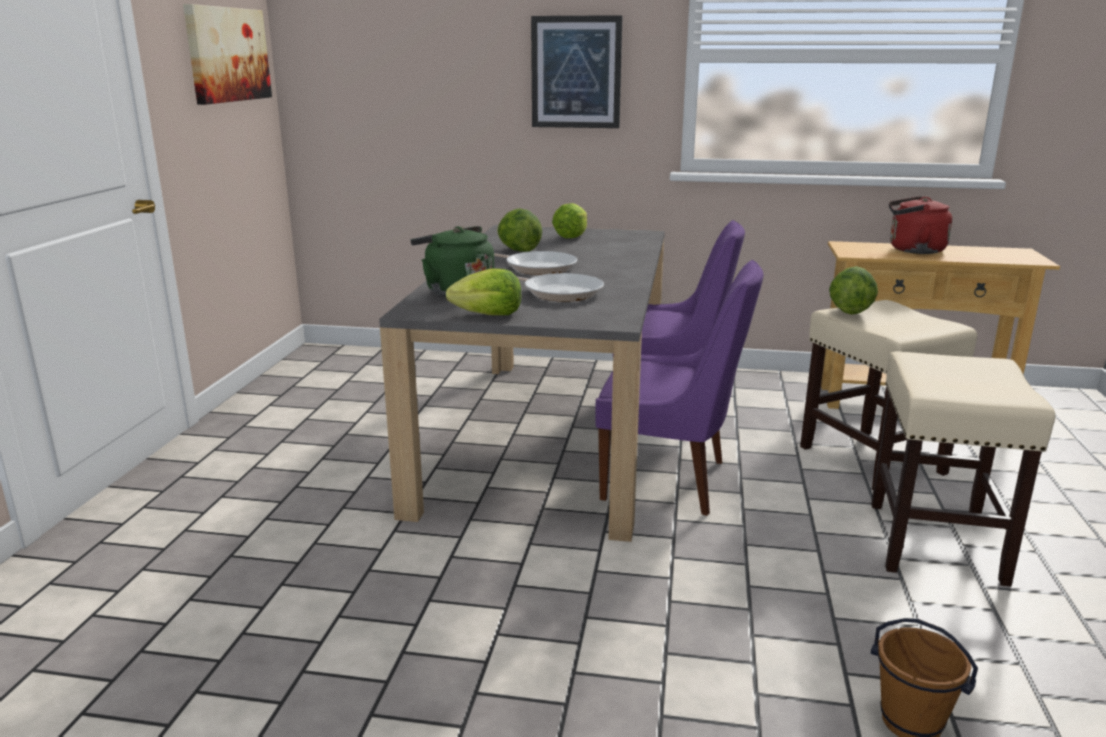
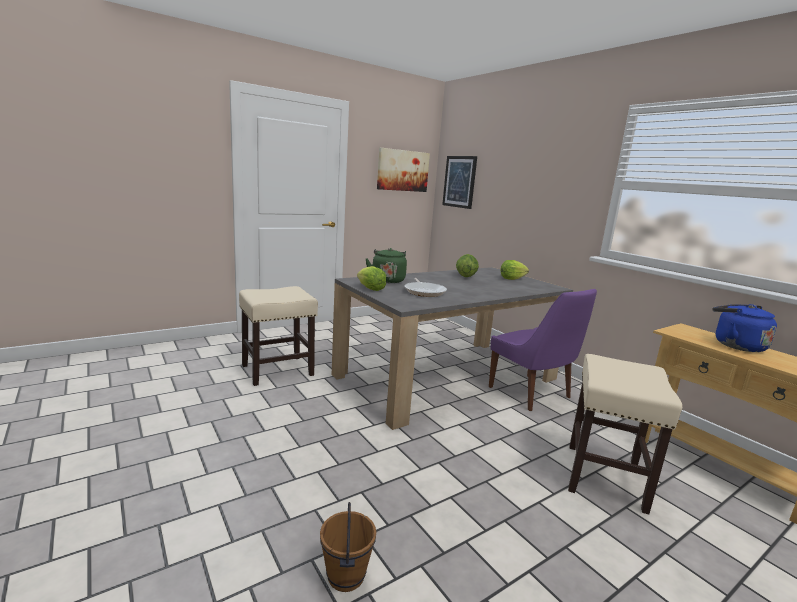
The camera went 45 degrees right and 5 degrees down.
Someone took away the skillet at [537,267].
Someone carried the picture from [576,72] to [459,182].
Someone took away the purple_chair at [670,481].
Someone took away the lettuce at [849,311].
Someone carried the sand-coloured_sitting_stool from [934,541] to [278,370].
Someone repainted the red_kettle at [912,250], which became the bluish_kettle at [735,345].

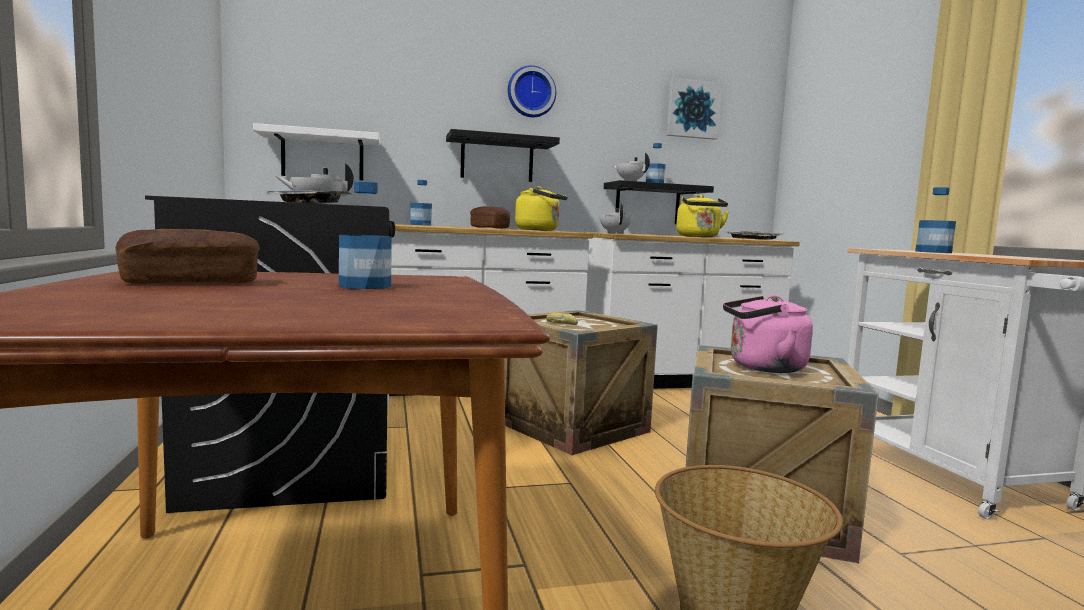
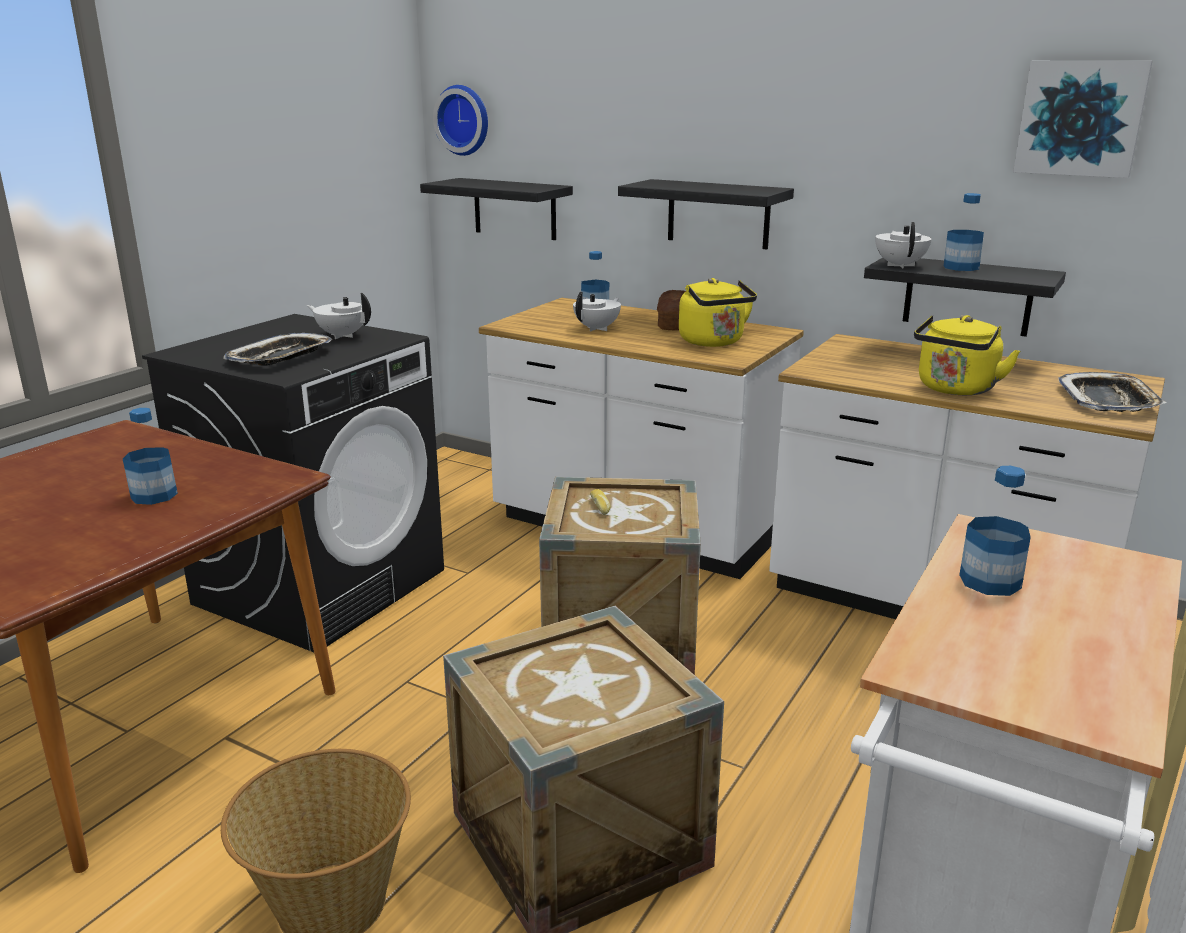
The camera went 45 degrees right and 15 degrees up.
Someone took away the bread at [192,282].
Someone repainted the white-coloured_bracket_shelf at [322,156], which became the black-coloured_bracket_shelf at [514,209].
Someone carried the clock_on_the_wall from [531,92] to [464,120].
Someone carried the white-coloured_teapot from [615,233] to [597,328].
Someone took away the pinkish_kettle at [762,367].

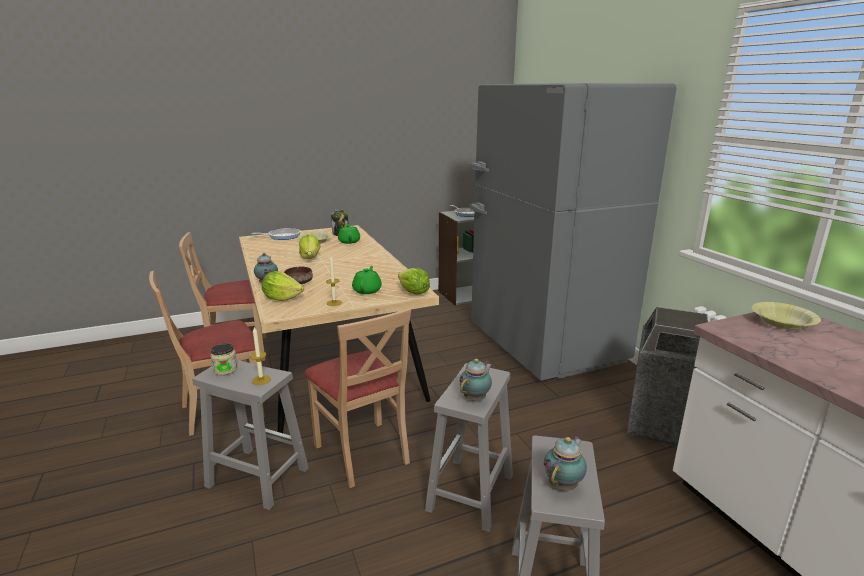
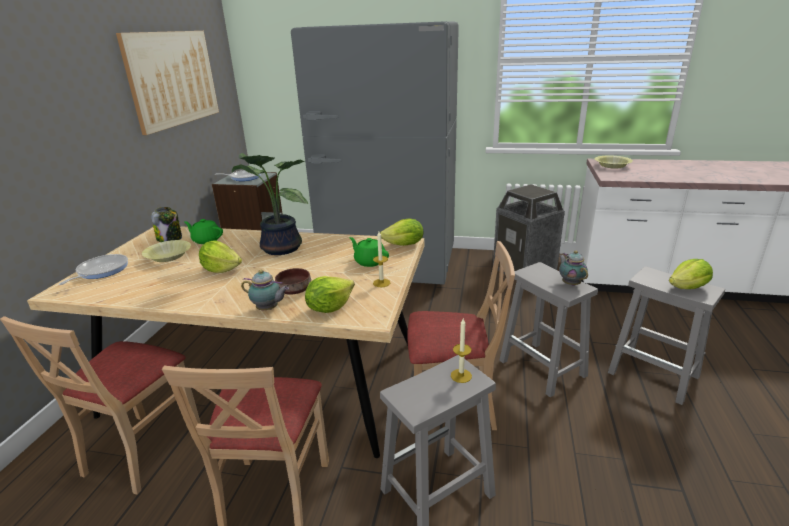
The camera went 55 degrees left and 5 degrees up.
Someone took away the storage_jar at [225,369].
Someone swapped the teapot at [564,484] for the lettuce at [688,288].
Someone put up the picture at [173,78].
Someone put down the houseplant at [278,249].

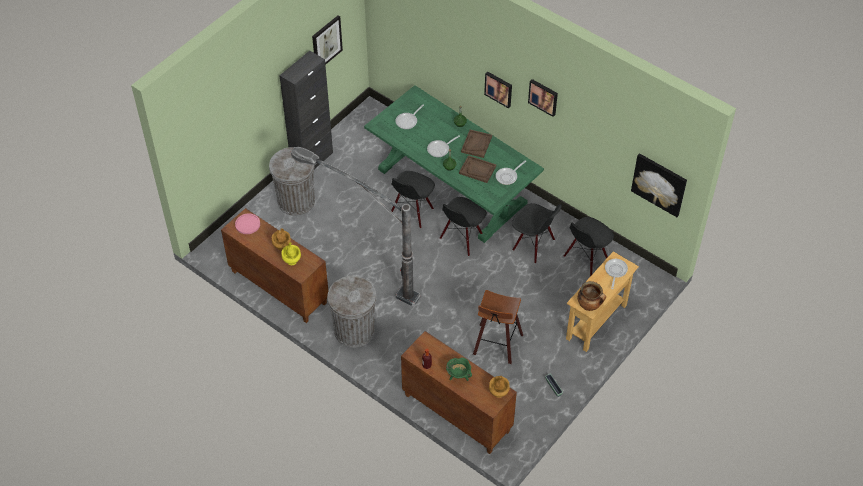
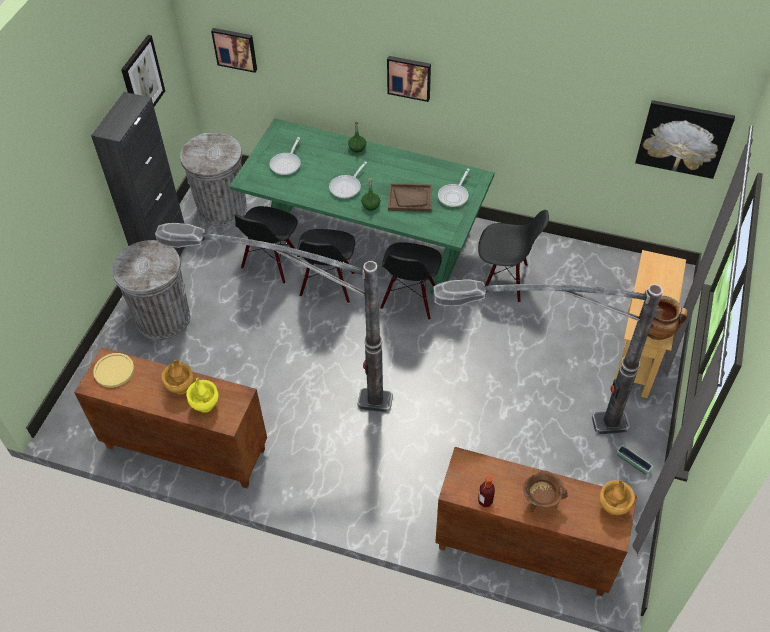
The camera went 20 degrees left and 0 degrees up.
Someone repainted the pinkish_flat_dish at [247,224], which became the yellow-coloured_flat_dish at [114,371].
Someone carried the greyish_trash_can from [354,331] to [222,209].
Someone repainted the green-coloured_cooking_pot at [458,376], which became the brown-coloured_cooking_pot at [540,501].
Someone took away the brown-coloured_serving_tray at [476,144].
Someone swapped the sitting_stool at [496,345] for the floor_lamp at [527,430].
Someone carried the picture from [543,96] to [235,49].
Someone carried the black-coloured_chair from [586,259] to [271,263].
Someone took away the skillet at [615,271].

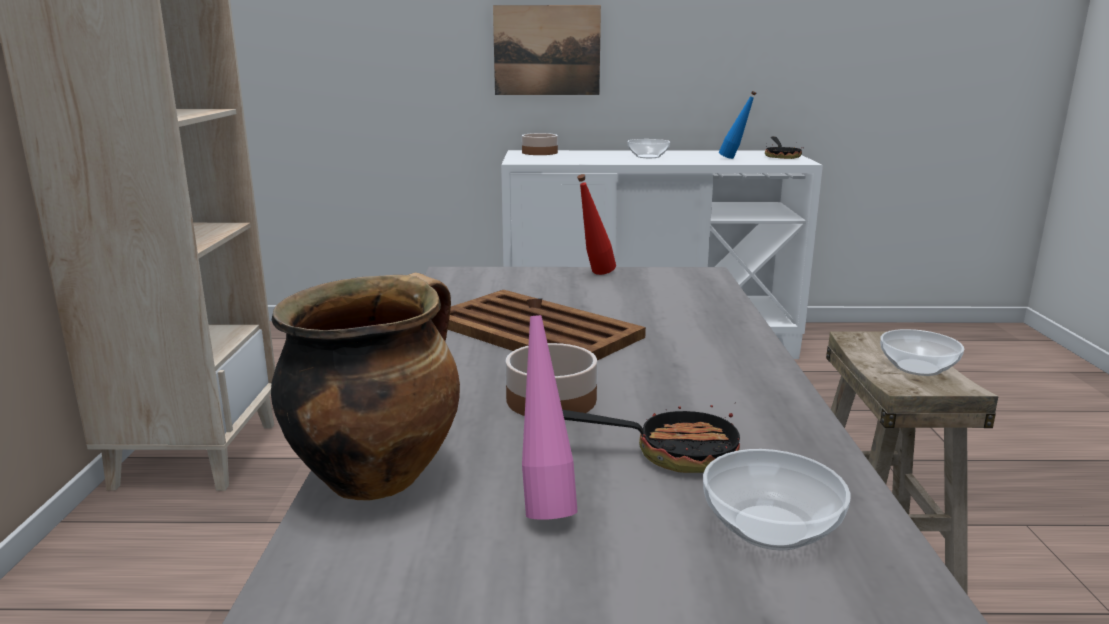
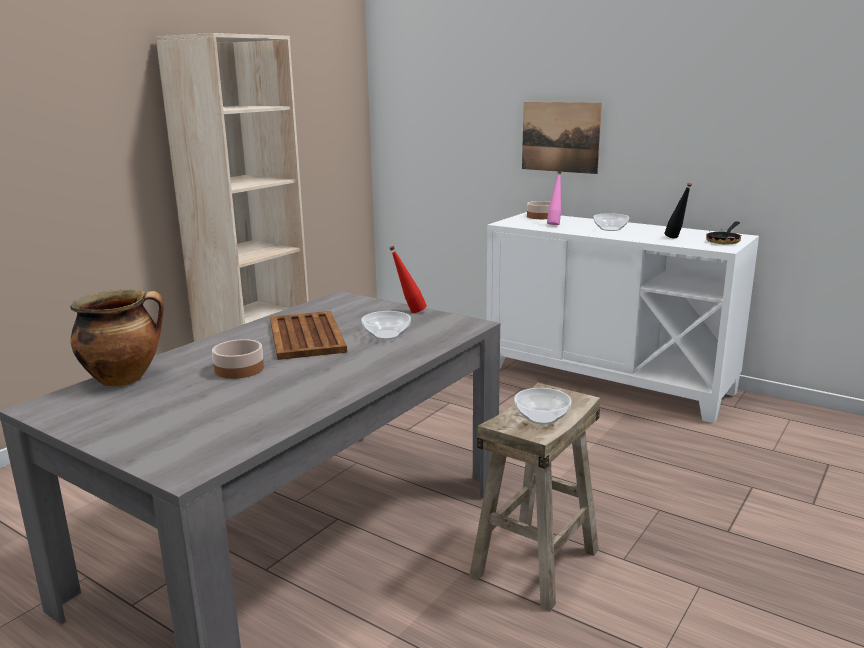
The camera went 35 degrees right and 0 degrees up.
Someone carried the pinkish_drink_bottle from [545,504] to [554,224].
Someone took away the skillet at [670,452].
Someone carried the deep_dish from [769,526] to [387,335].
Someone repainted the bluish_drink_bottle at [734,158], which became the black-coloured_drink_bottle at [676,238].

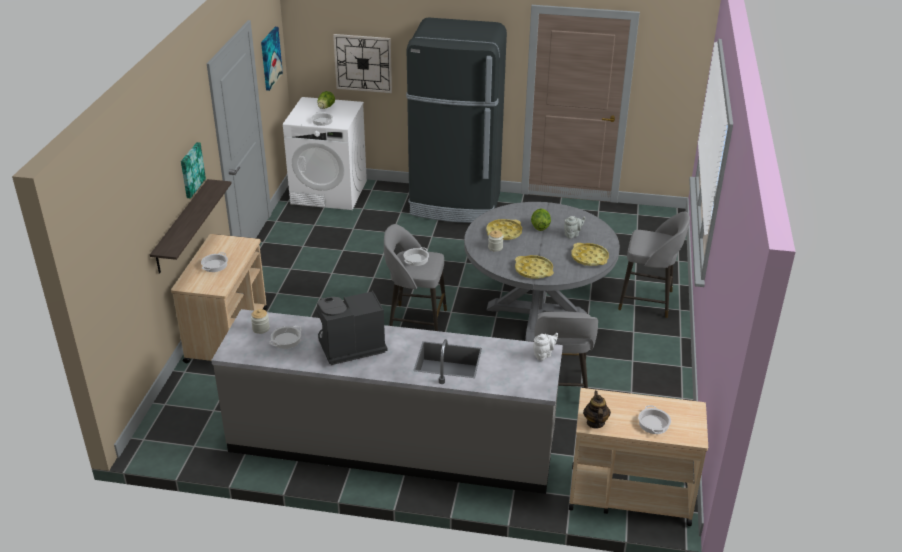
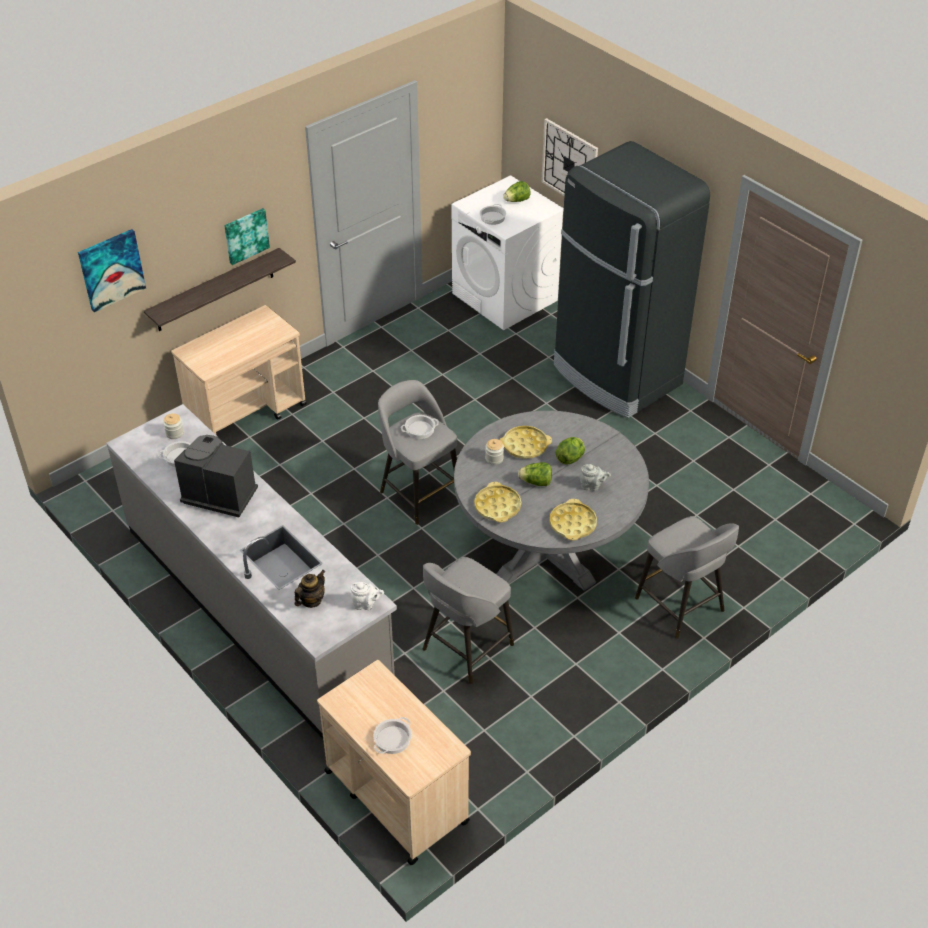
The camera went 40 degrees right and 10 degrees up.
Someone took away the cooking_pot at [214,265].
Someone carried the picture from [270,58] to [111,269].
Someone carried the teapot from [595,422] to [311,600].
Someone put down the lettuce at [536,482].

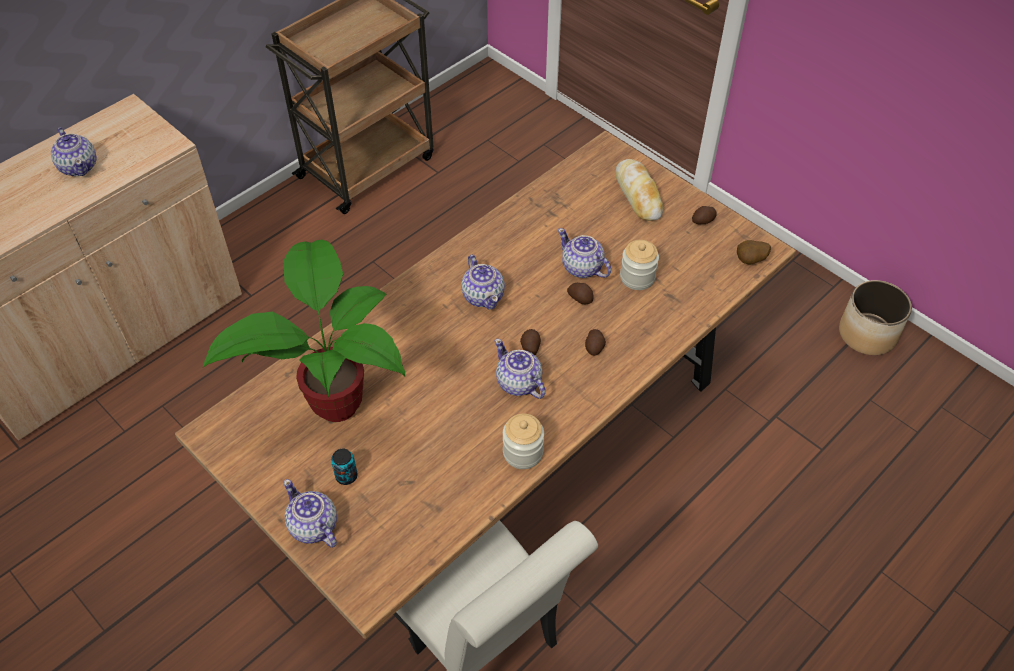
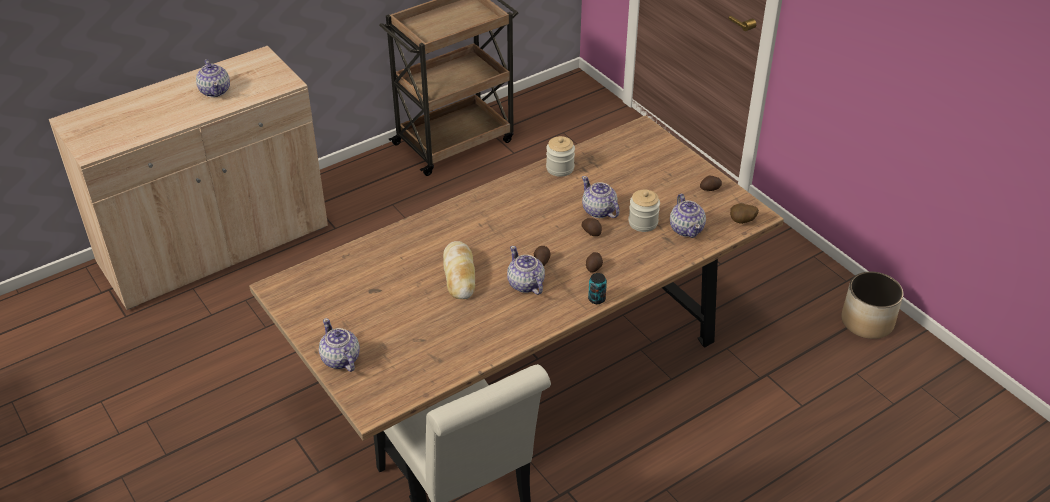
The camera went 10 degrees right and 10 degrees down.
Someone took away the houseplant at [335,399].
Someone carried the sealed_can from [346,476] to [596,299].
Someone carried the teapot from [483,296] to [686,229].
Someone carried the storage_jar from [523,452] to [560,168].
Someone carried the bread from [638,195] to [459,275].

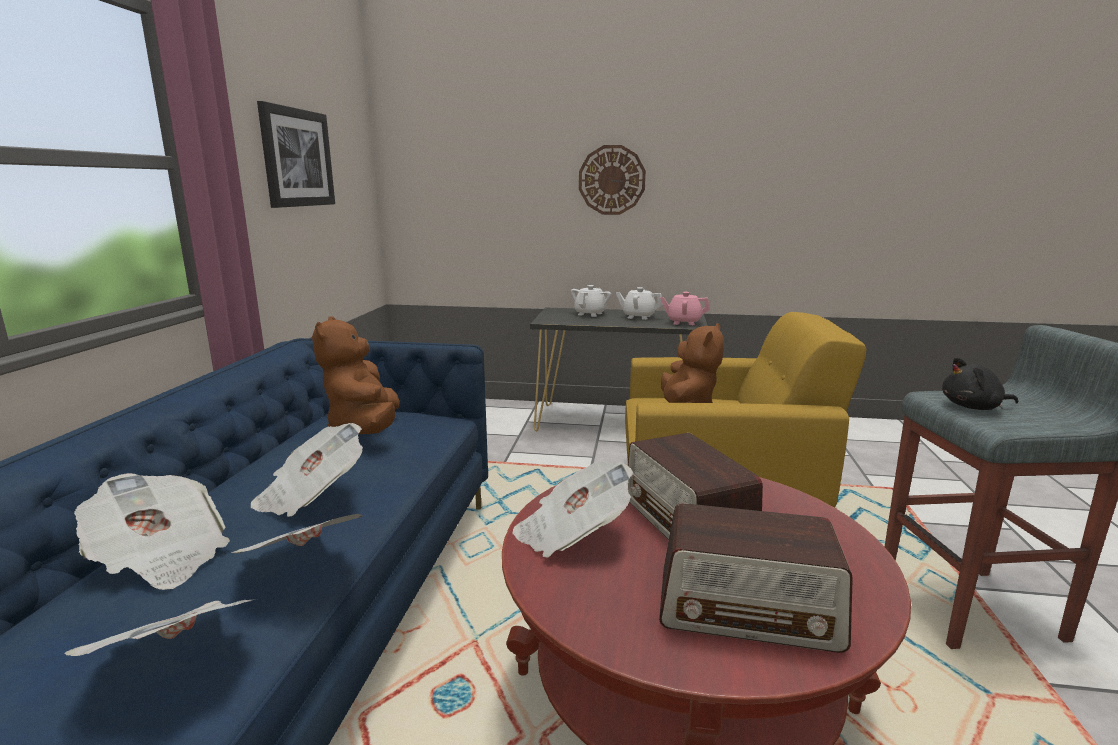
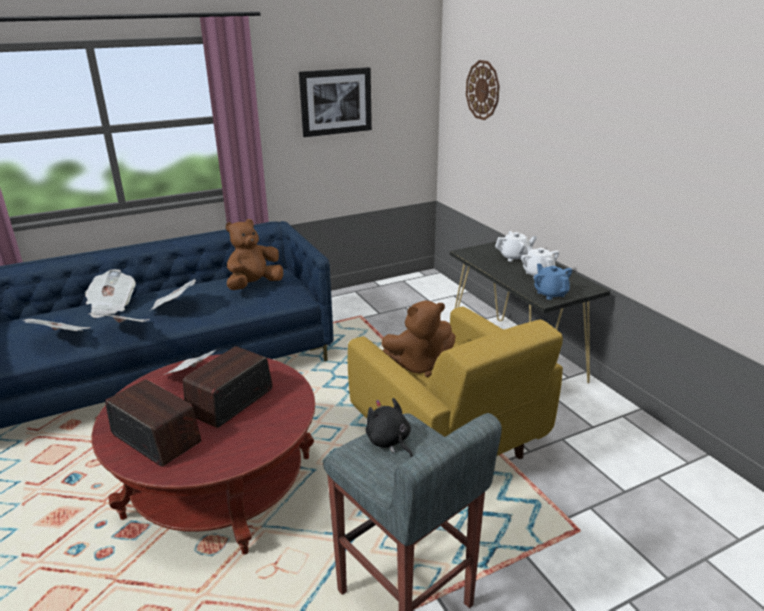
The camera went 55 degrees right and 10 degrees up.
Someone carried the clock_on_the_wall from [611,180] to [483,90].
Someone rotated the radio_set at [748,610] by 150 degrees clockwise.
Someone repainted the pinkish_teapot at [683,322], which became the bluish_teapot at [550,294].

